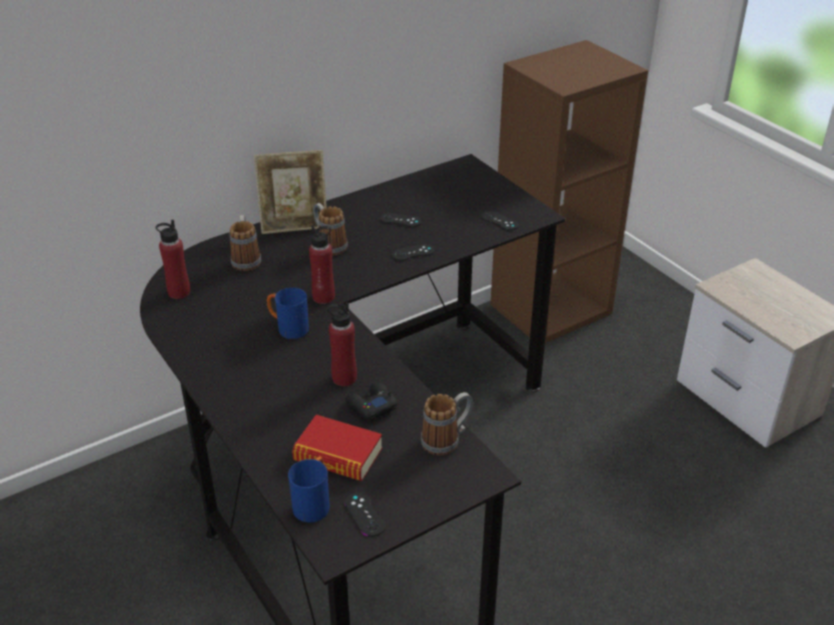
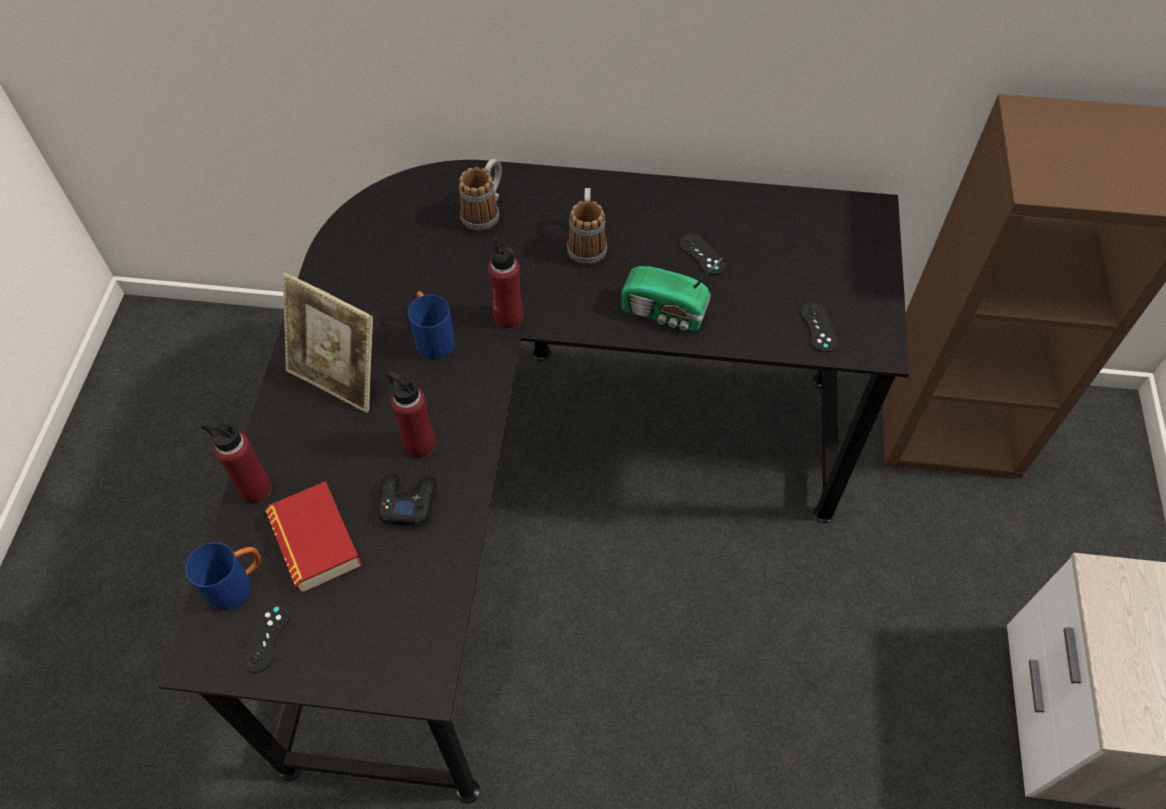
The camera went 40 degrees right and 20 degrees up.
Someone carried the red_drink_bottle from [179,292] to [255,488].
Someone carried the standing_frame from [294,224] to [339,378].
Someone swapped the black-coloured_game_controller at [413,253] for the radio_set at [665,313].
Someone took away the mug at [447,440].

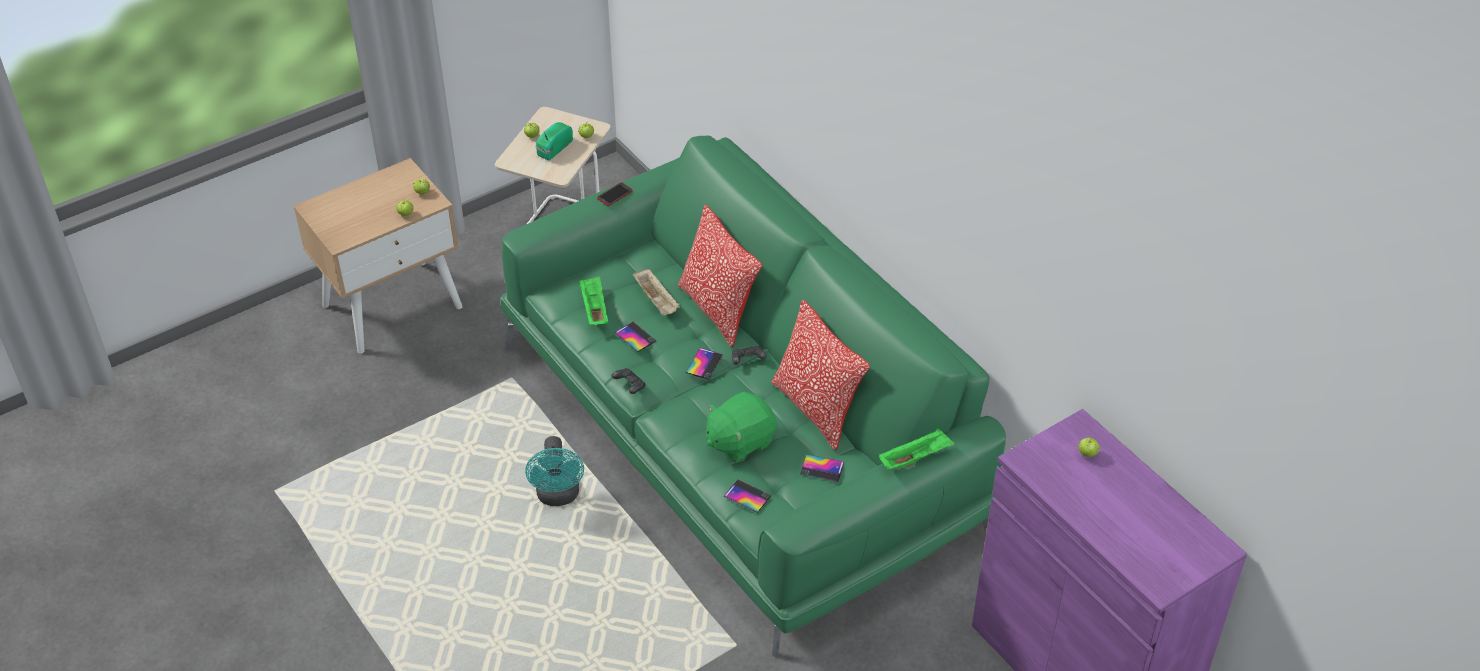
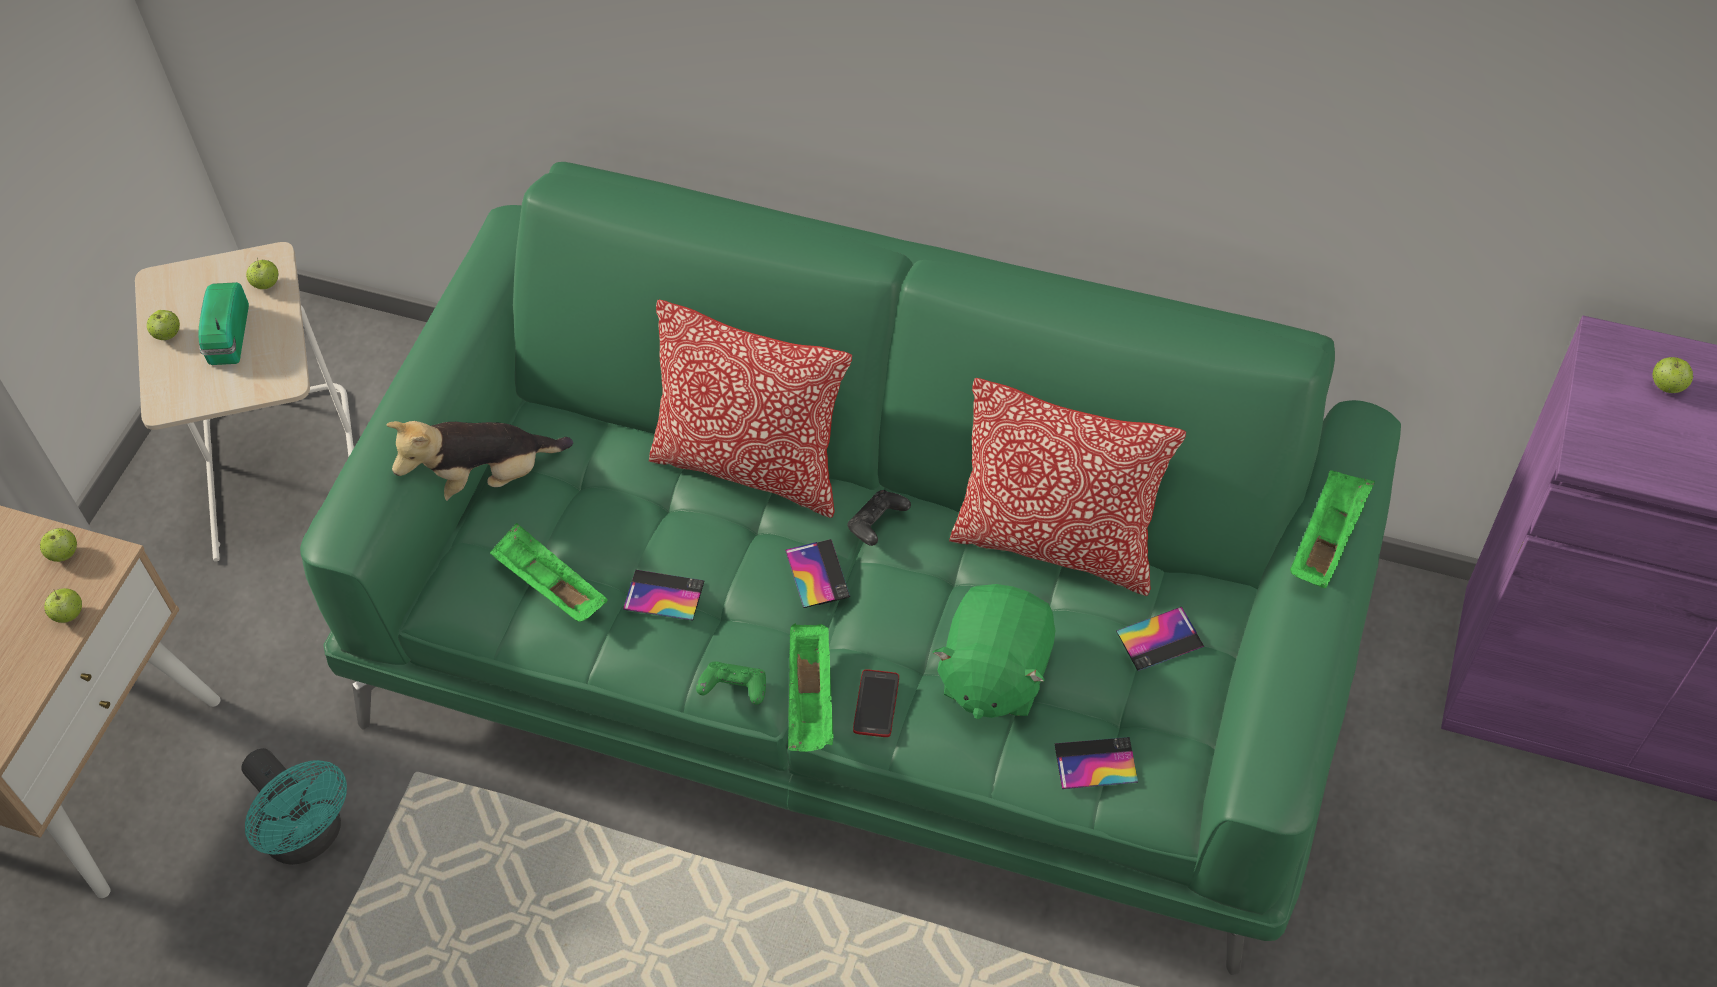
The camera went 35 degrees left and 10 degrees up.
Someone carried the blue-green_fan from [558,496] to [309,837].
Someone carried the handset from [614,195] to [876,704].
Someone repainted the black-coloured_game_controller at [629,386], which became the green-coloured_game_controller at [734,690].
Someone took away the sand-coloured_serving_tray at [657,301].
Someone put down the cuddly_toy at [486,481].
Someone put down the green-coloured_serving_tray at [811,701].

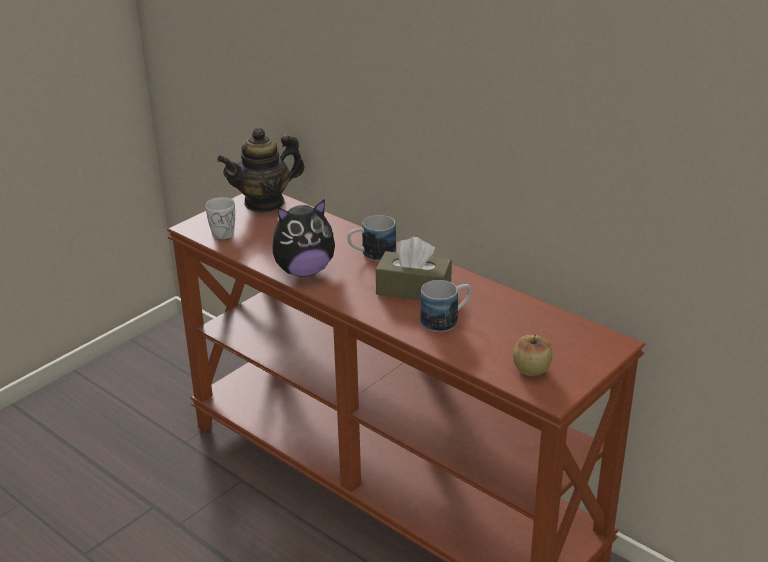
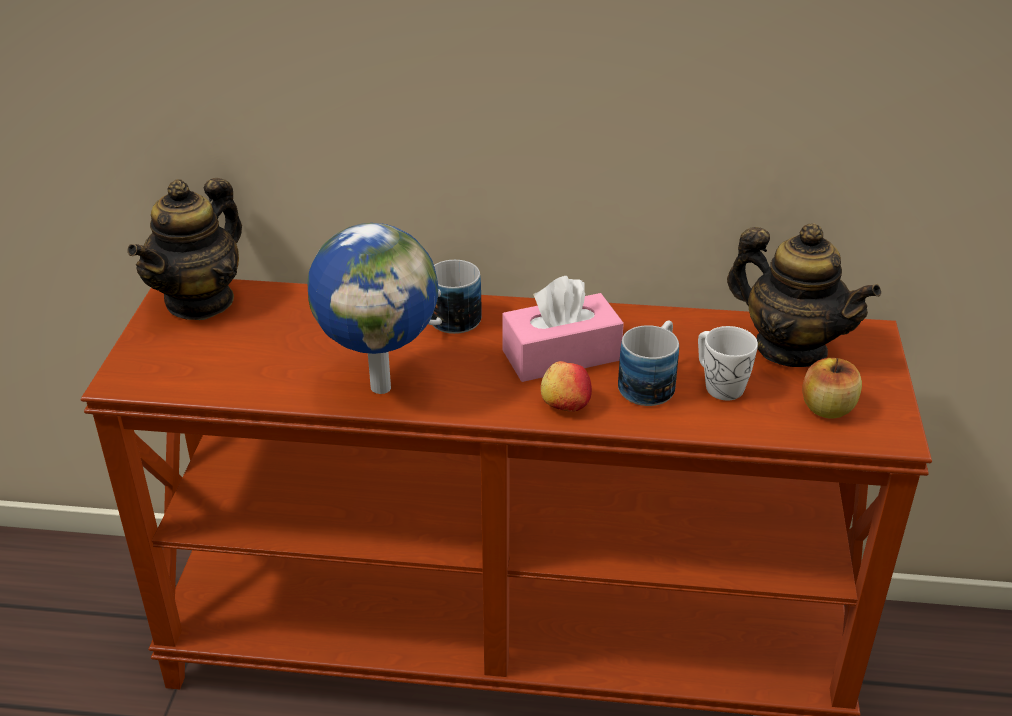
The camera went 35 degrees left and 5 degrees up.
Someone carried the white-coloured_mug from [224,231] to [718,384].
Someone swapped the cuddly_toy at [304,271] for the desk_globe at [381,386].
Someone repainted the brown-coloured_box_of_tissues at [413,289], which became the pinkish_box_of_tissues at [561,355].
Someone put down the apple_fruit at [565,404].
Someone put down the teapot at [790,348].

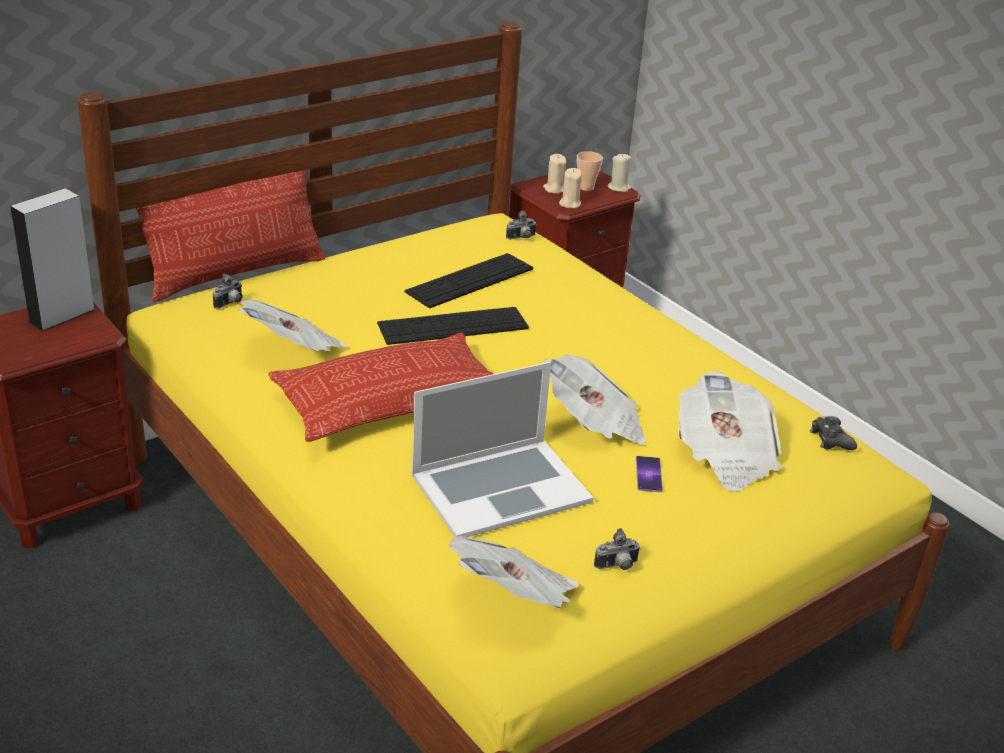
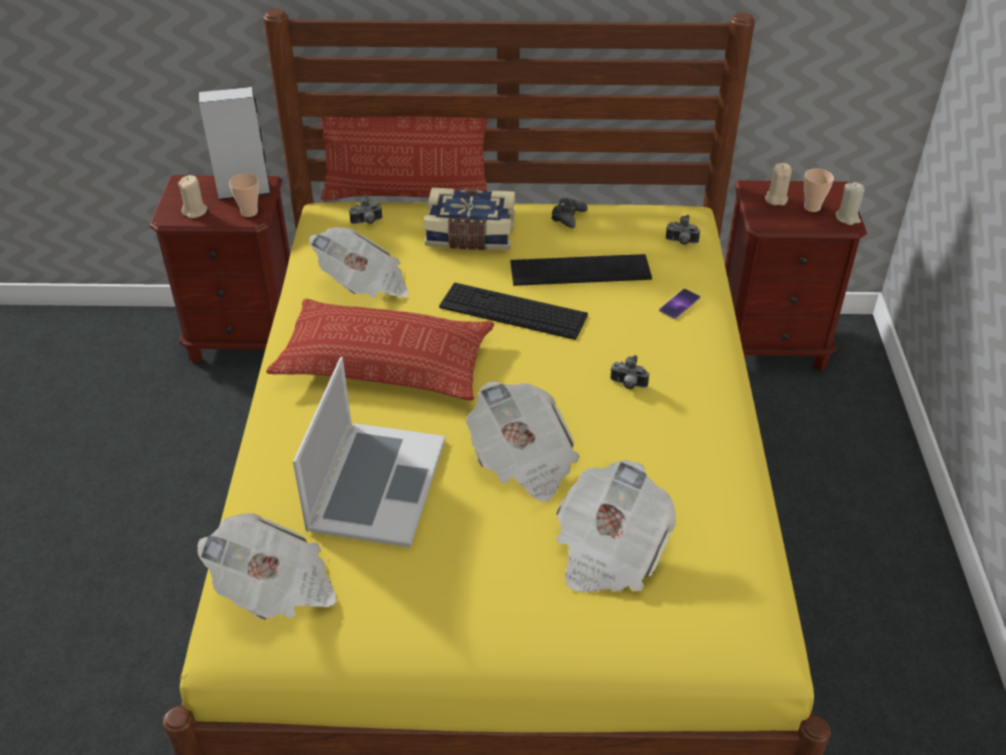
The camera went 40 degrees right and 10 degrees up.
Someone rotated the notebook_computer at [500,487] by 90 degrees counterclockwise.
Someone carried the sand-coloured_candle from [569,204] to [195,211].
Someone carried the still_camera from [617,566] to [627,385].
Someone carried the handset from [648,474] to [679,304].
Someone carried the black-coloured_game_controller from [831,439] to [568,217].
Someone put down the cup at [249,212].
Someone put down the book at [470,235].

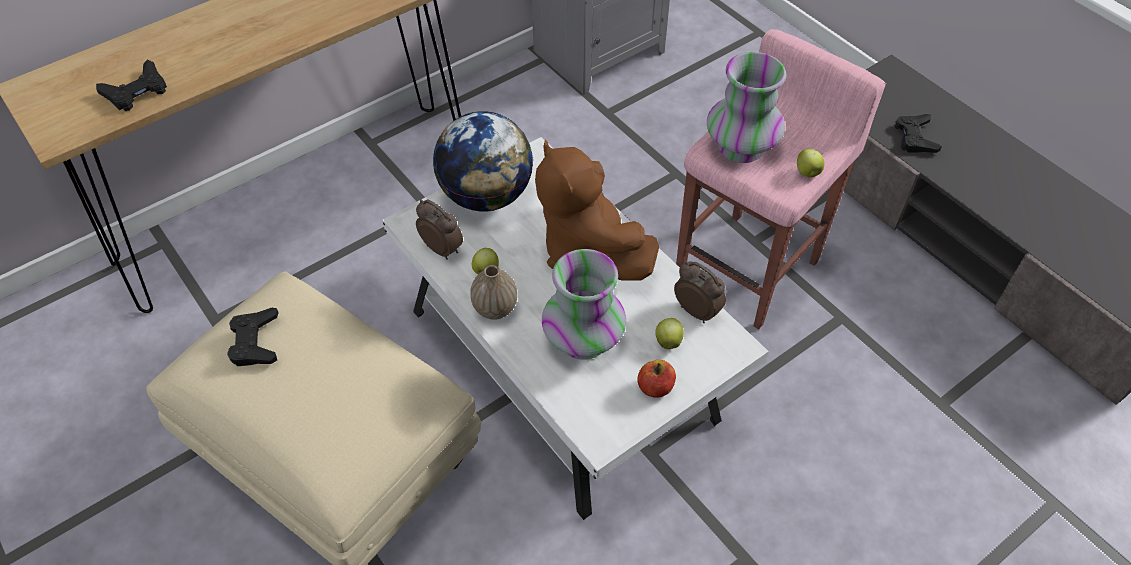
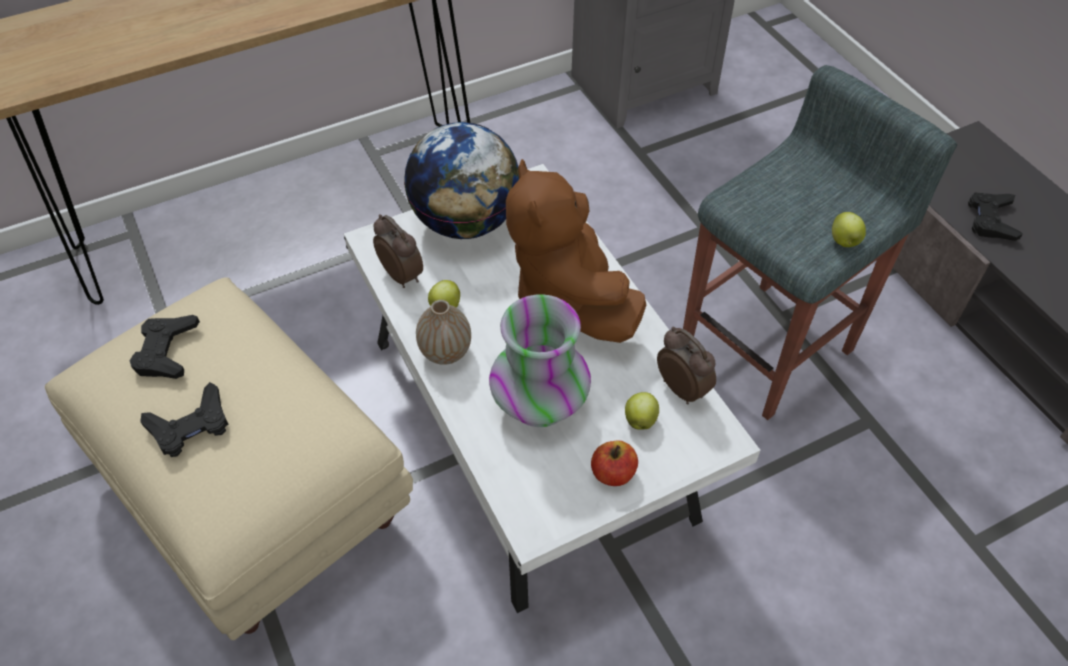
The camera went 10 degrees right and 0 degrees up.
Someone carried the black-coloured_game_controller from [136,91] to [190,426].
Someone repainted the pinkish_sitting_stool at [749,268], which became the greyish_sitting_stool at [769,347].
Someone took away the flower_vase at [740,147].

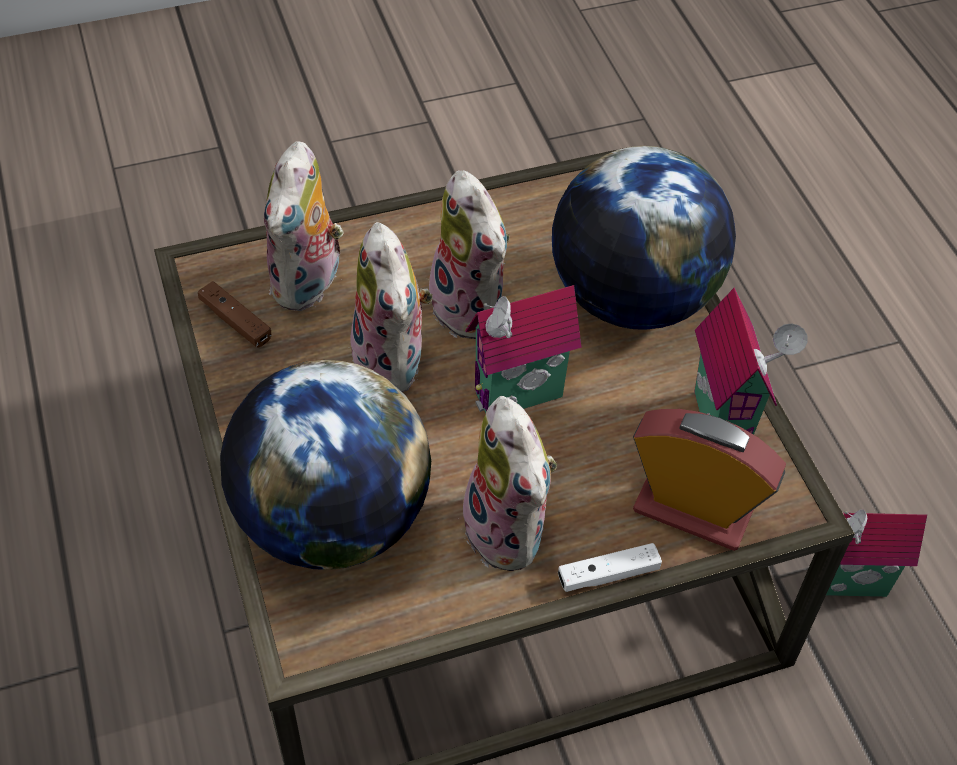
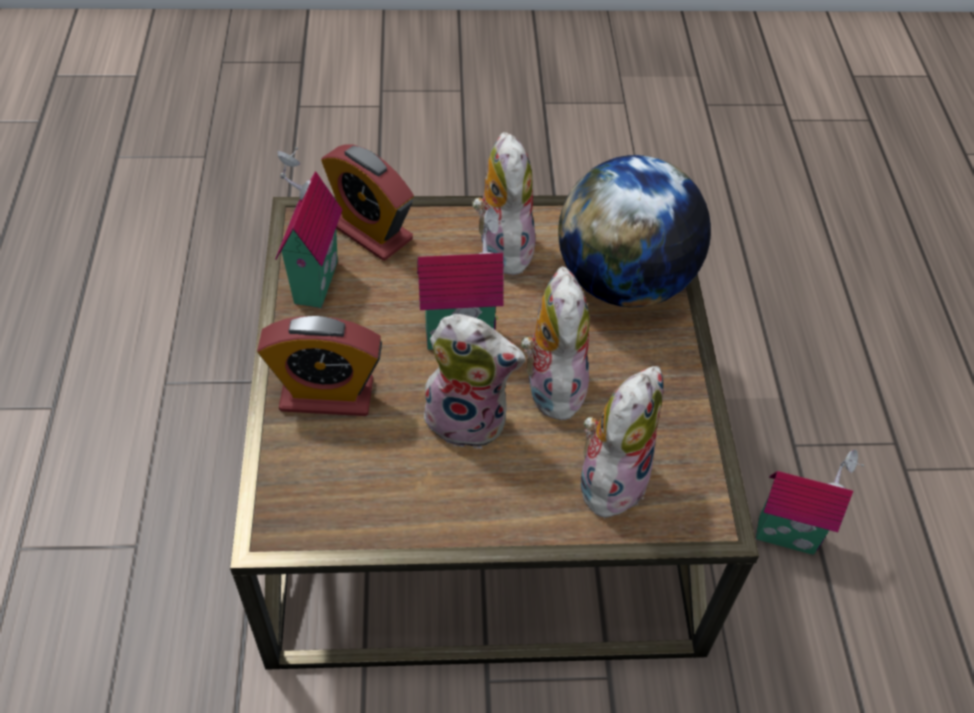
The camera went 165 degrees left and 0 degrees up.
Someone took away the brown-coloured_game_controller at [235,321].
Someone rotated the cuddly_toy at [473,309] by 120 degrees clockwise.
Someone swapped the desk_globe at [632,299] for the table_clock at [326,395].
Someone took away the white-coloured_game_controller at [608,574].
Someone carried the miniature_house from [849,587] to [787,532].

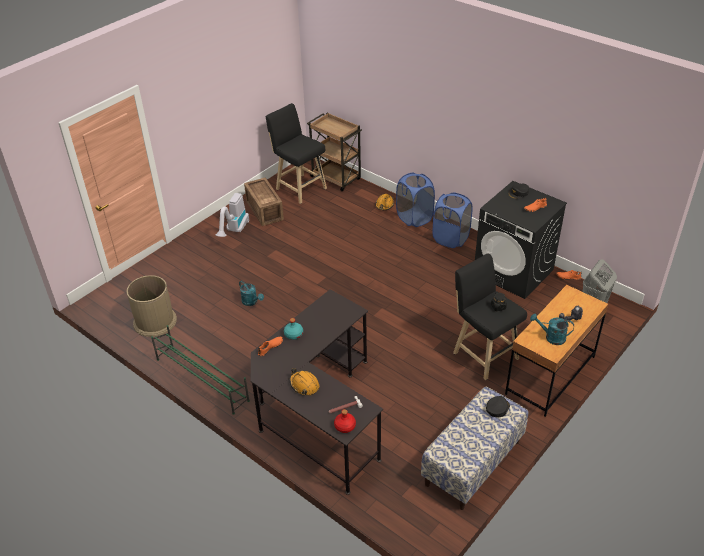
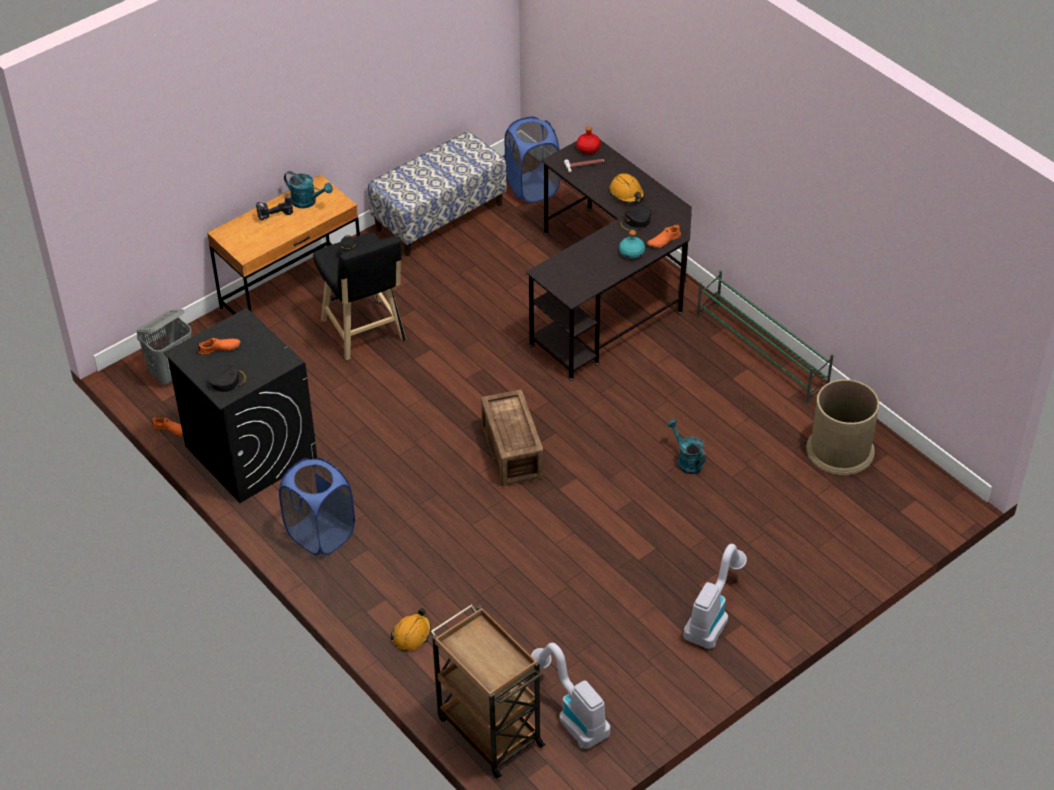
The camera went 170 degrees left and 5 degrees up.
Someone carried the packing_crate from [265,210] to [511,453].
Someone swapped the black-coloured_sitting_stool at [299,188] for the vacuum at [572,714].
Someone carried the bluish_hamper from [414,218] to [532,187].
Someone carried the black-coloured_cap from [497,408] to [635,221].

